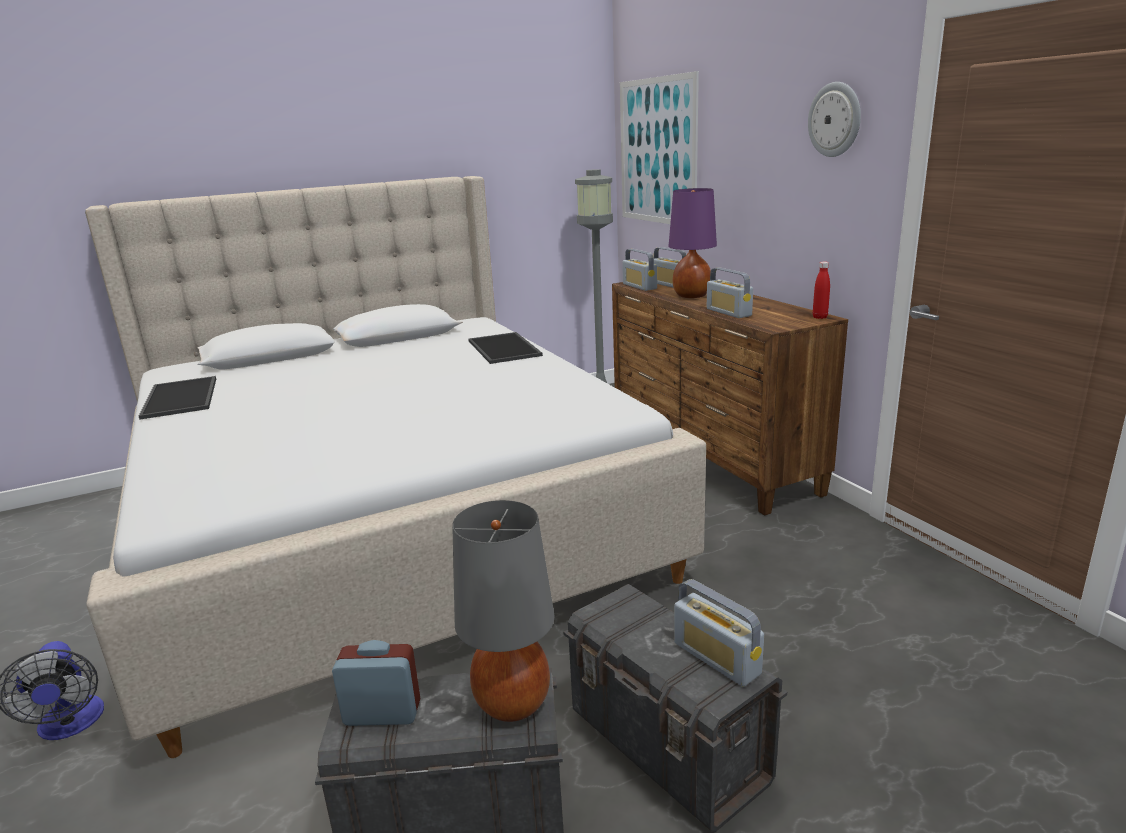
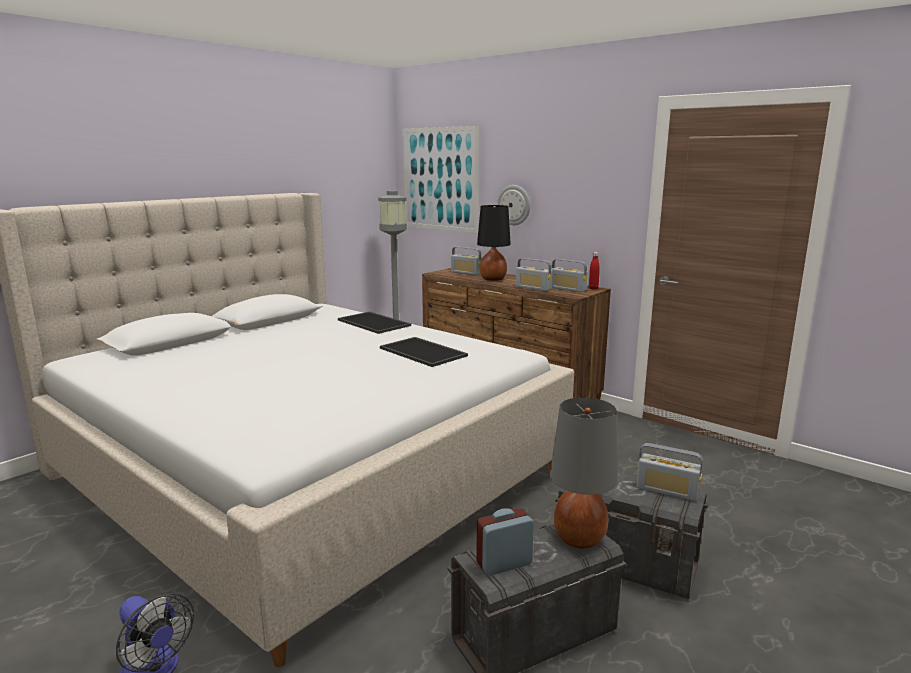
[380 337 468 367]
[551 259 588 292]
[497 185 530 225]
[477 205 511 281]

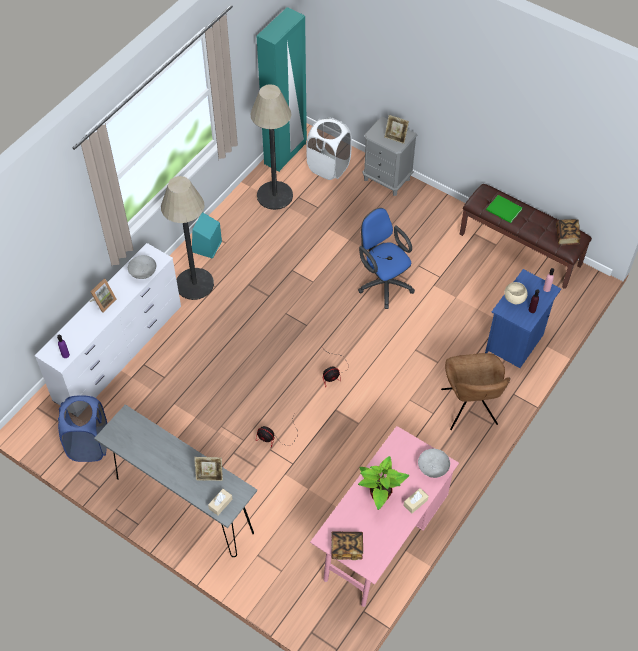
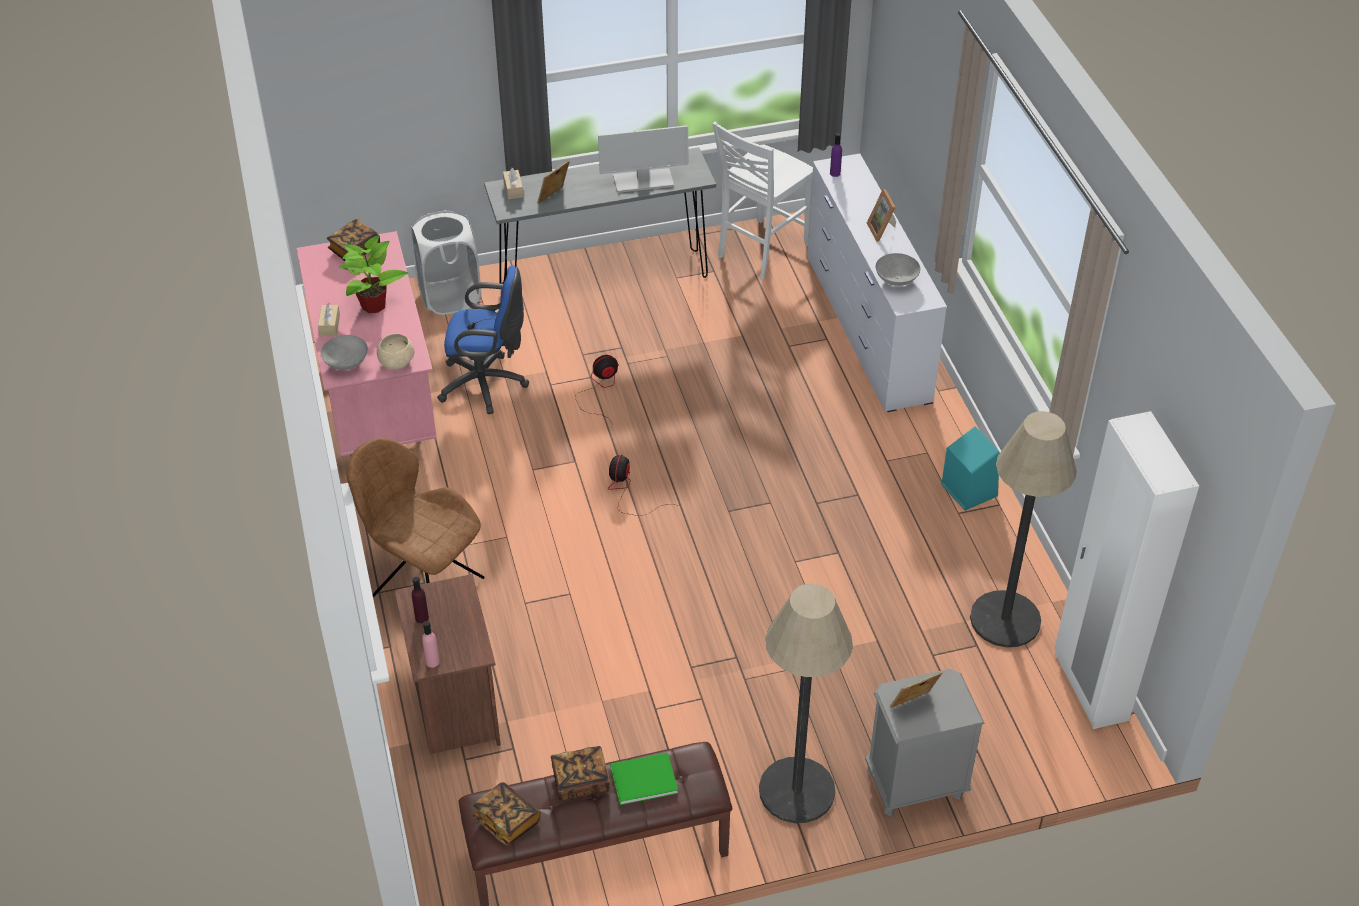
[551 746 610 802]
[598 125 689 193]
[759 584 853 823]
[411 210 481 315]
[437 265 529 414]
[377 334 414 369]
[713 122 813 280]
[1054 411 1199 729]
[394 574 501 754]

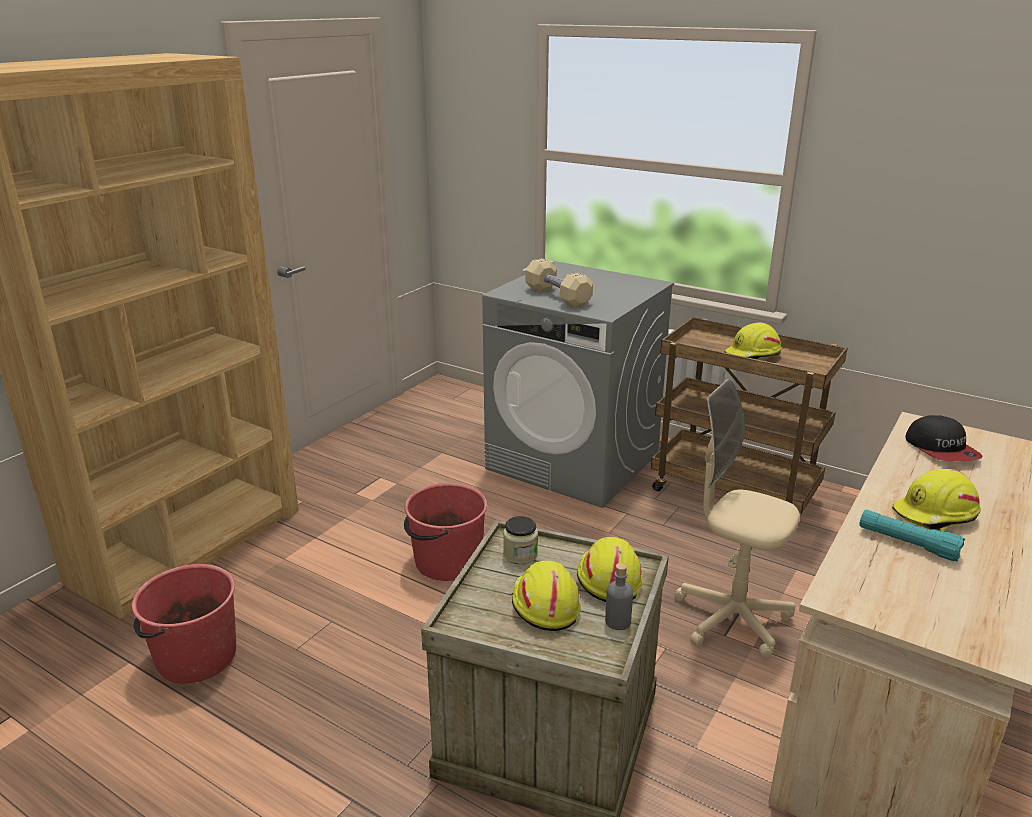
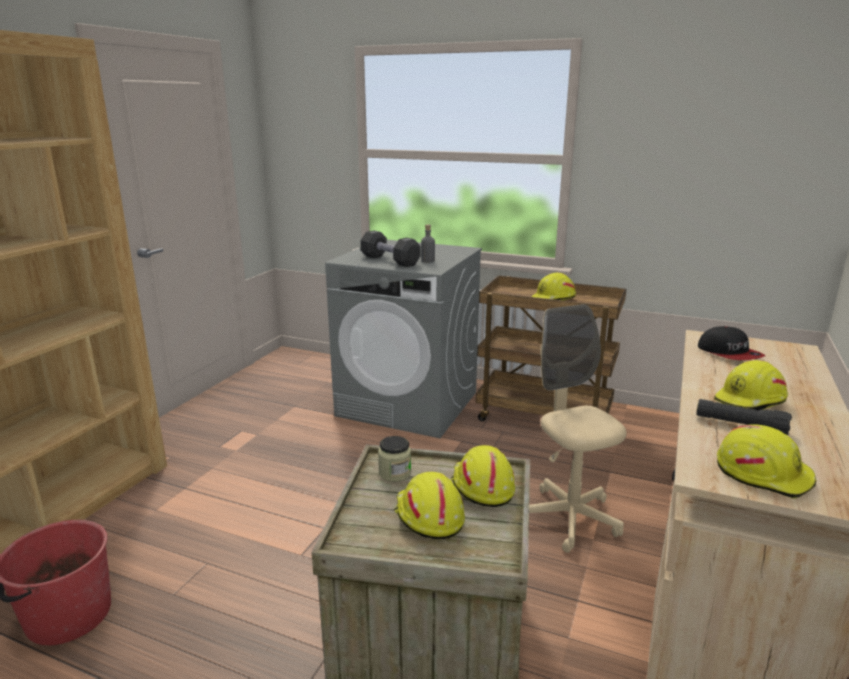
[404 483 487 581] (first image)
[717 424 816 499]
[421 225 435 263]
[360 231 420 267]
[696 399 792 435]
[529 304 626 553]

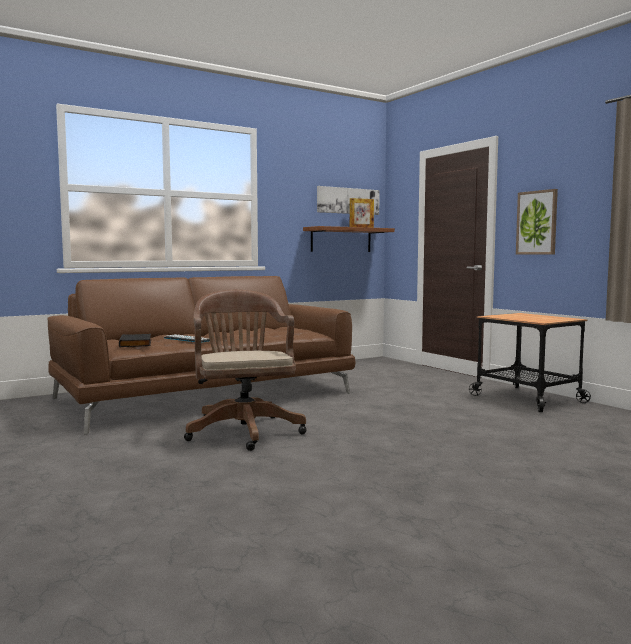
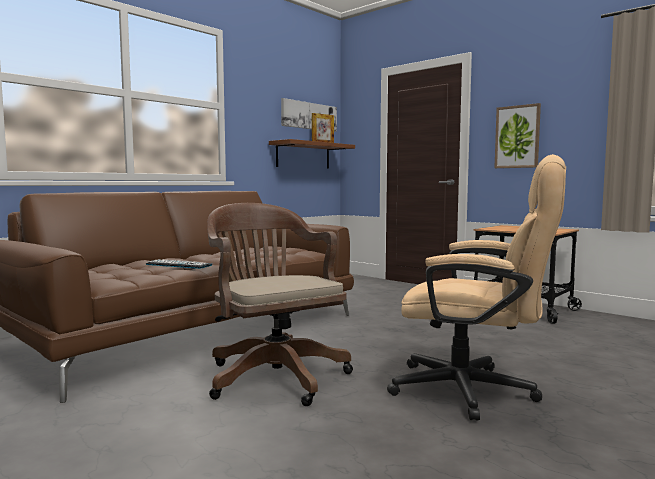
[119 334 151 347] (first image)
[387 154 566 421]

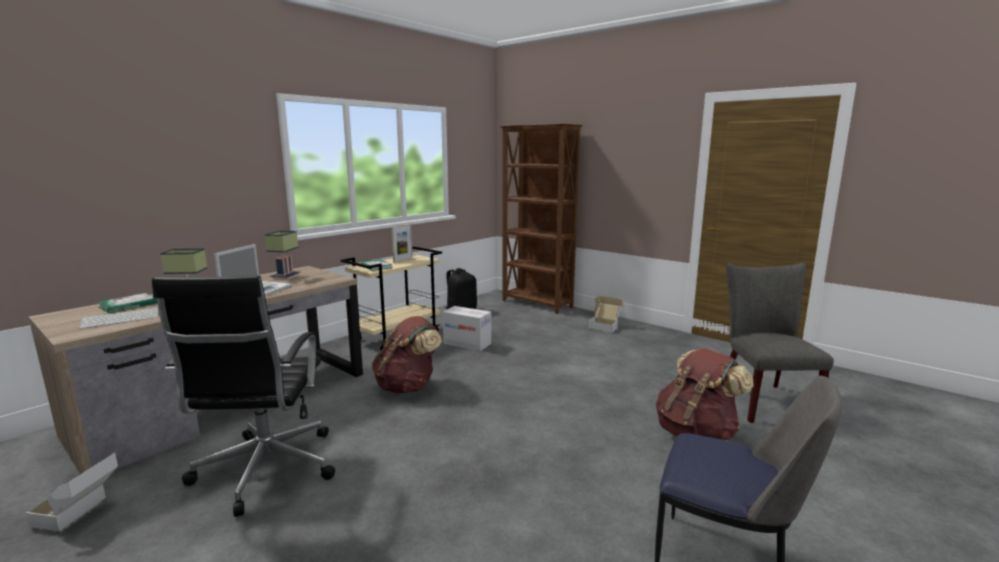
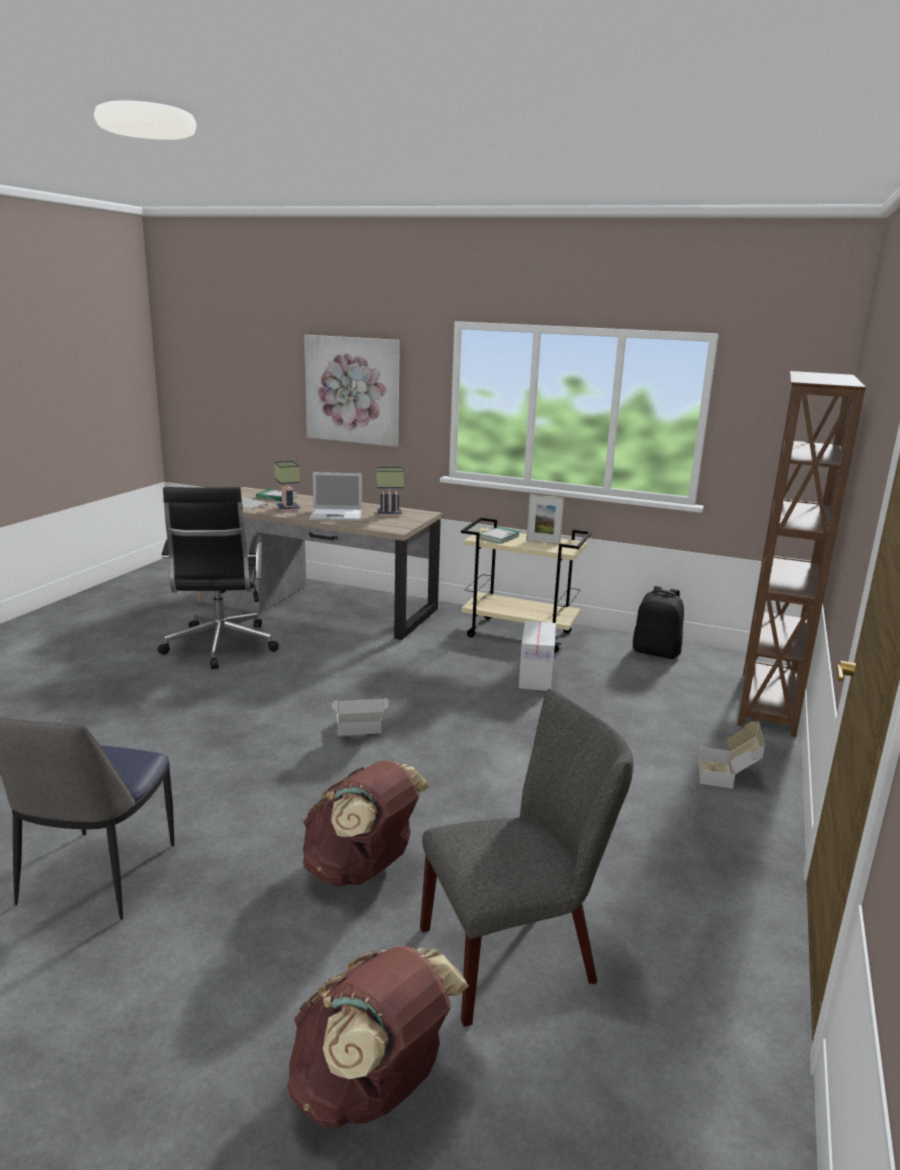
[304 335 400 447]
[331 698 389 736]
[287 946 469 1128]
[158 487 279 669]

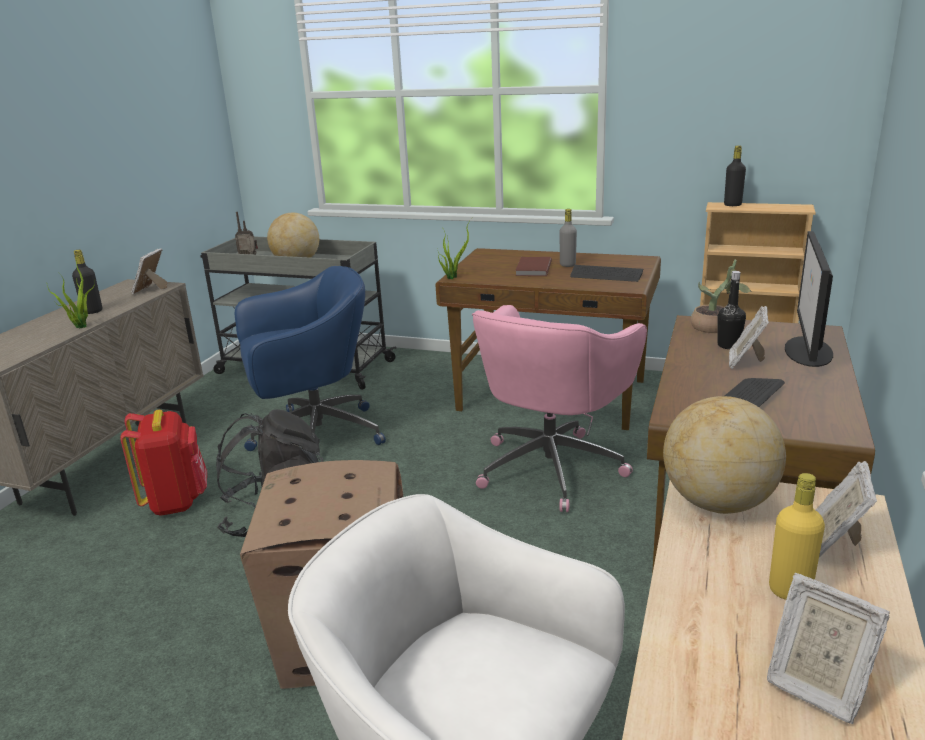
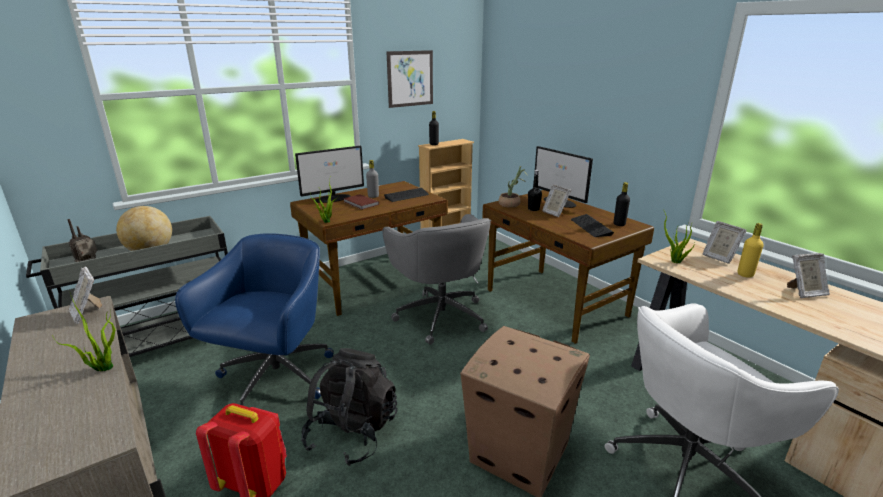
[295 146 364 203]
[386 50 433 108]
[614 182 630 226]
[663 209 696 263]
[382 214 491 345]

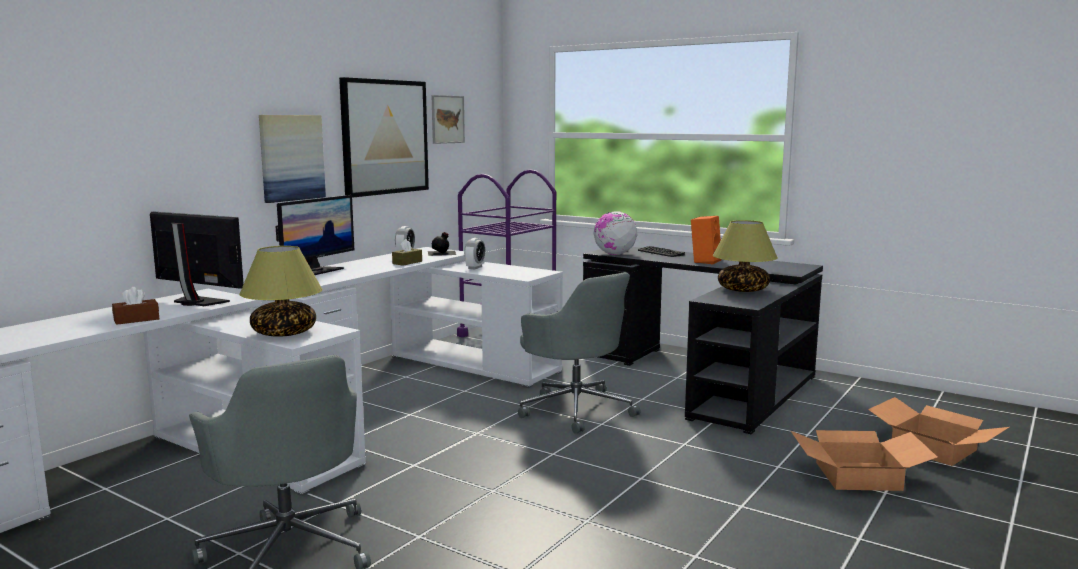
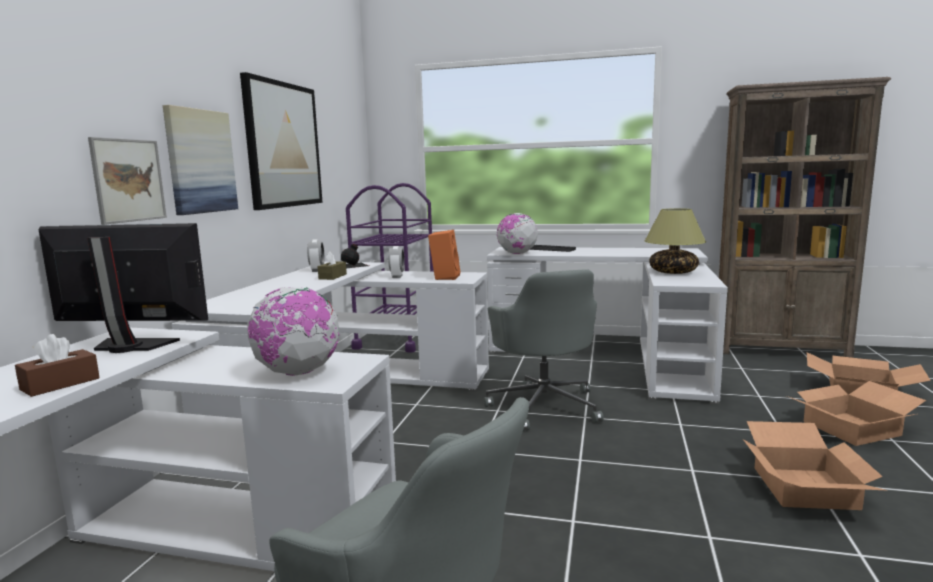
[276 195 354 275] (first image)
[719 77 891 358]
[743 421 885 510]
[88 137 167 225]
[428 230 460 280]
[246 287 339 376]
[487 247 728 404]
[484 269 604 431]

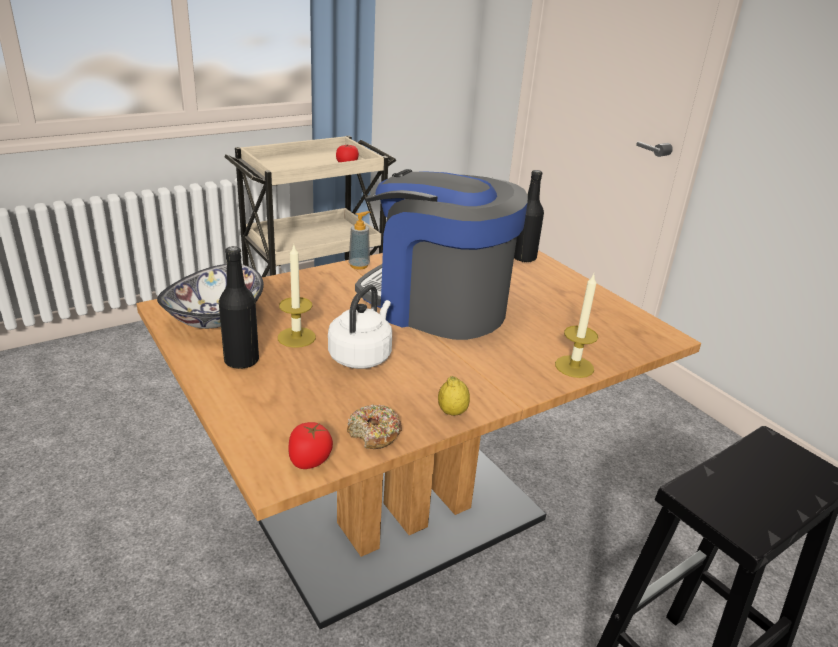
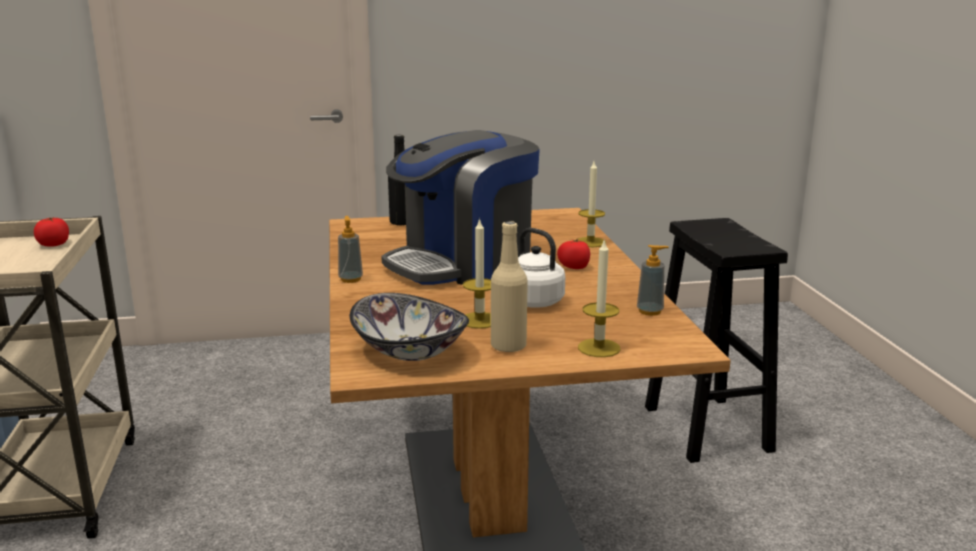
[438 376 470 416] (first image)
[578 238 621 357]
[557 239 590 269]
[637 245 669 316]
[491 221 528 353]

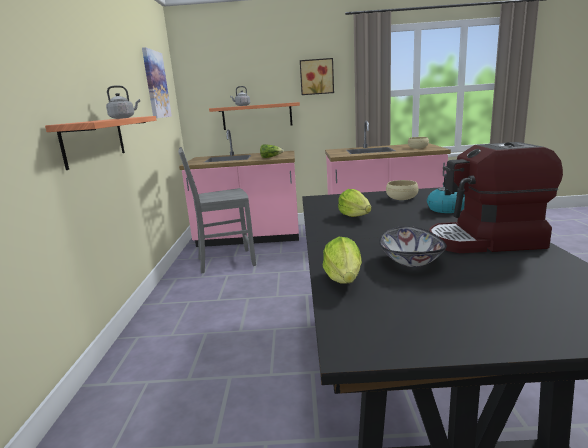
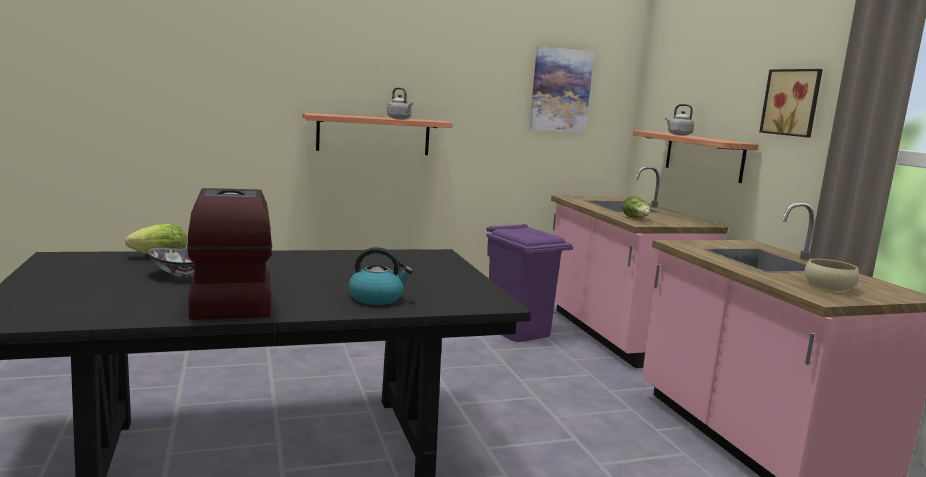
[338 189 371 217] (first image)
[386 180 418 200] (first image)
[486 224 573 342]

